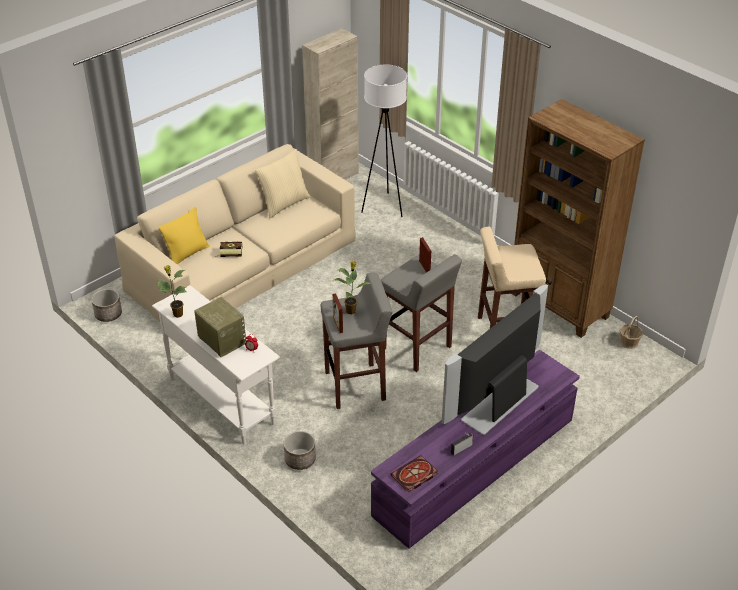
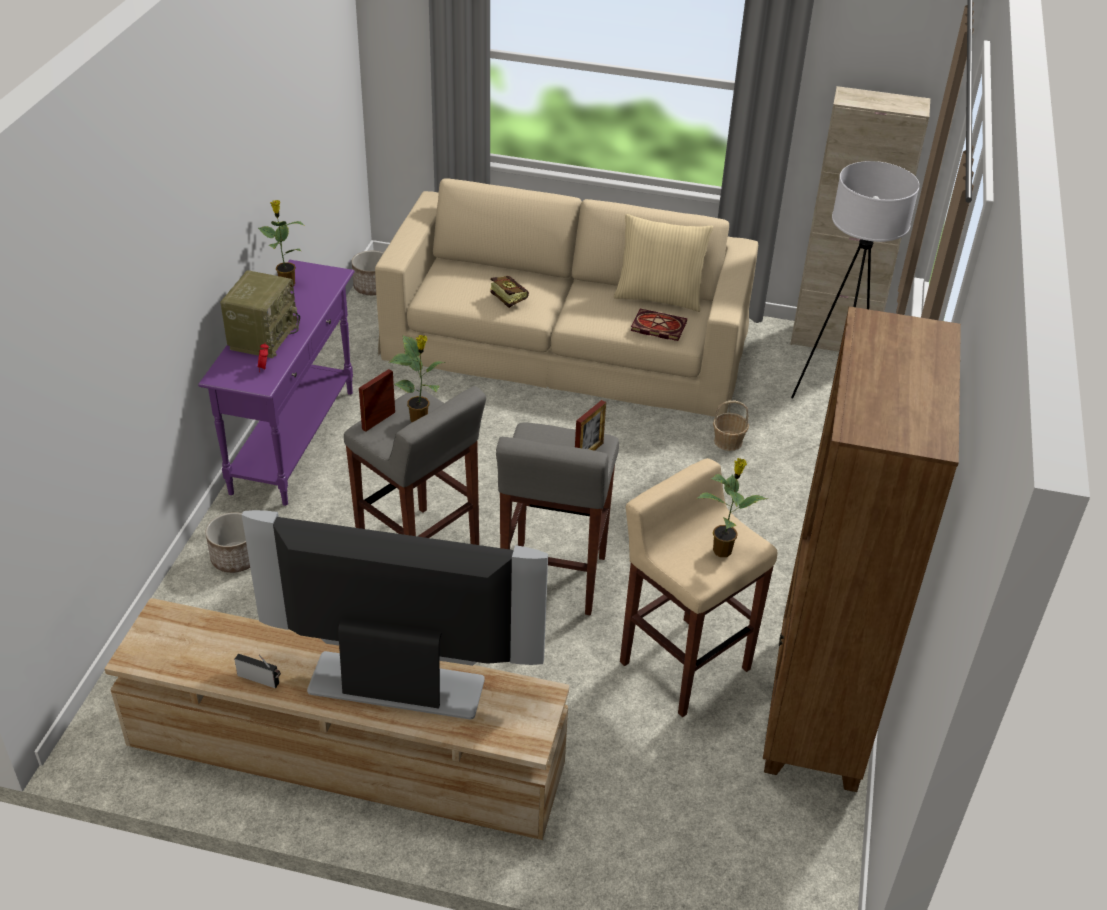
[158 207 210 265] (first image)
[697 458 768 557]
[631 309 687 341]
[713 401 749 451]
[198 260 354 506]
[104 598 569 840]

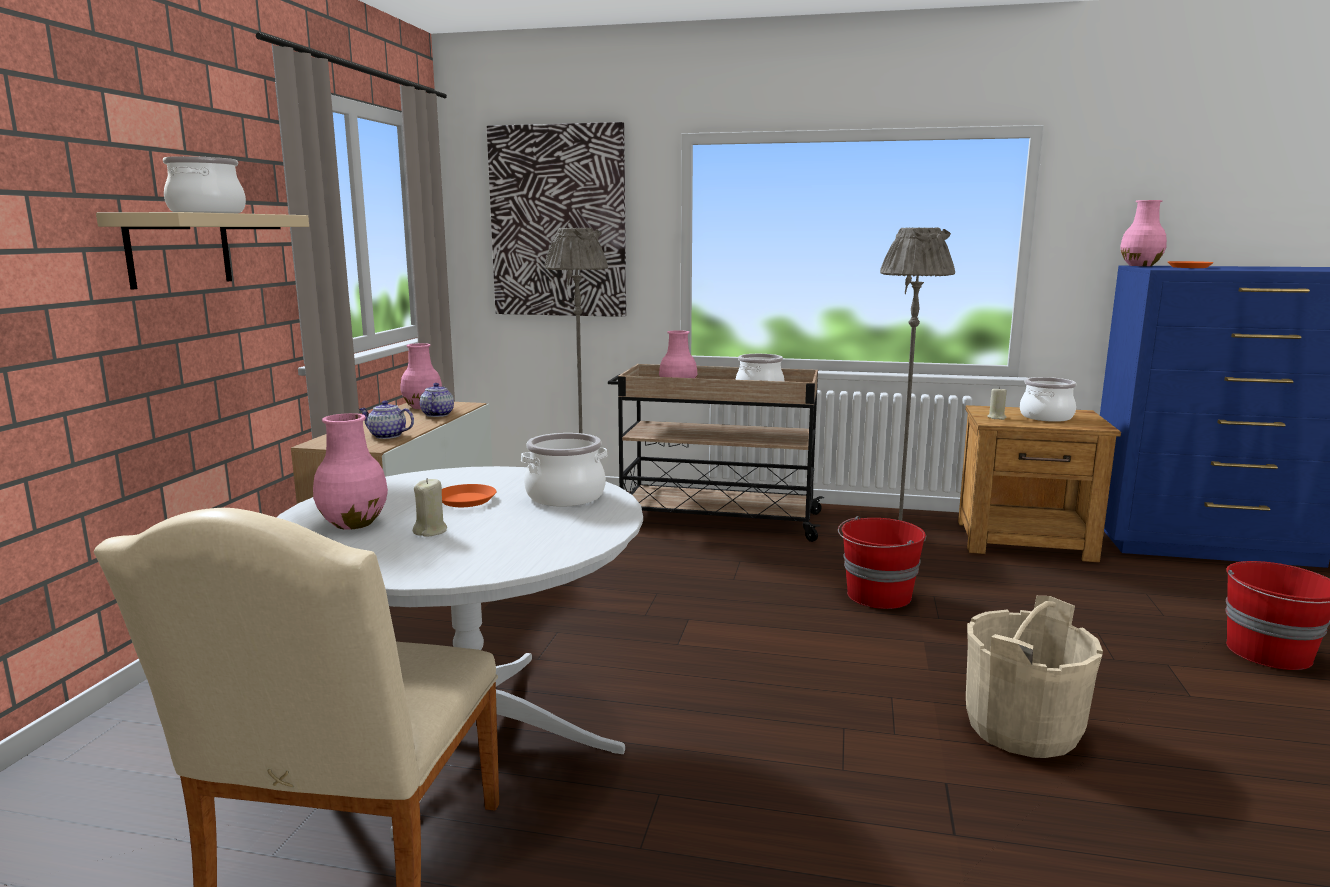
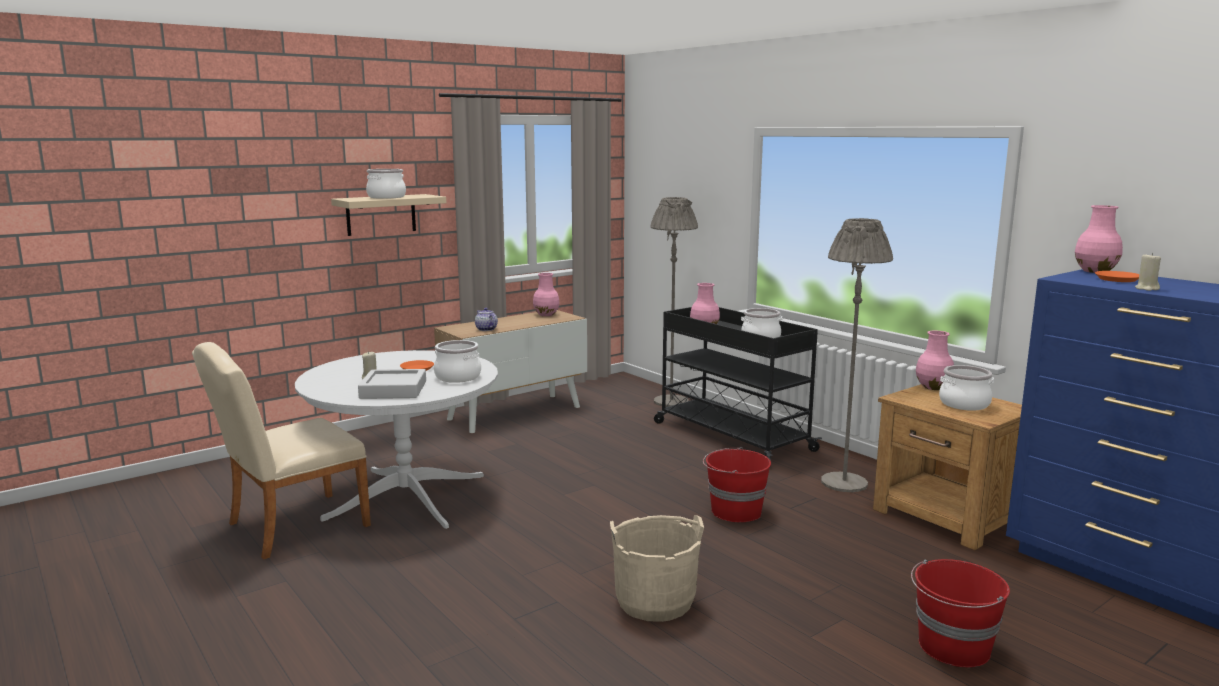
[420 383 454 417] (first image)
[487 122 626 317] (first image)
[358 369 426 399]
[916 331 954 390]
[1135 253 1161 291]
[654 307 822 467]

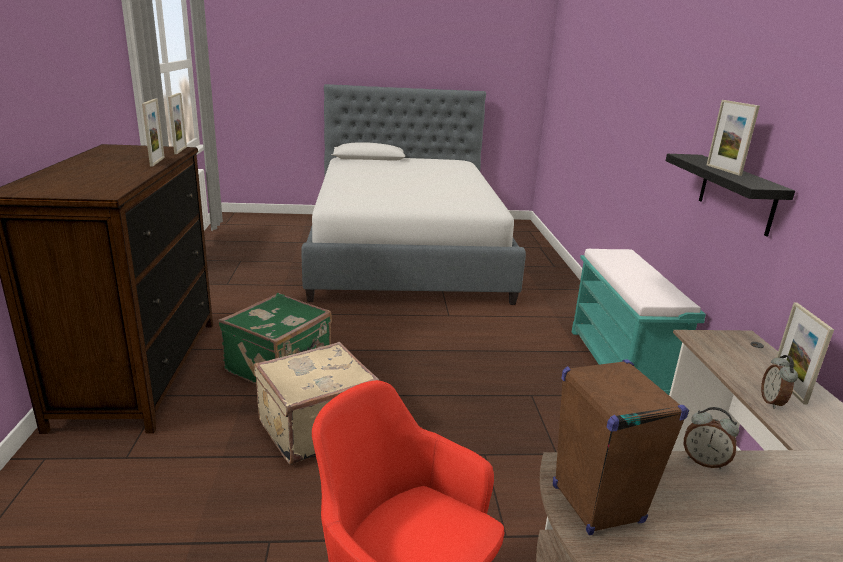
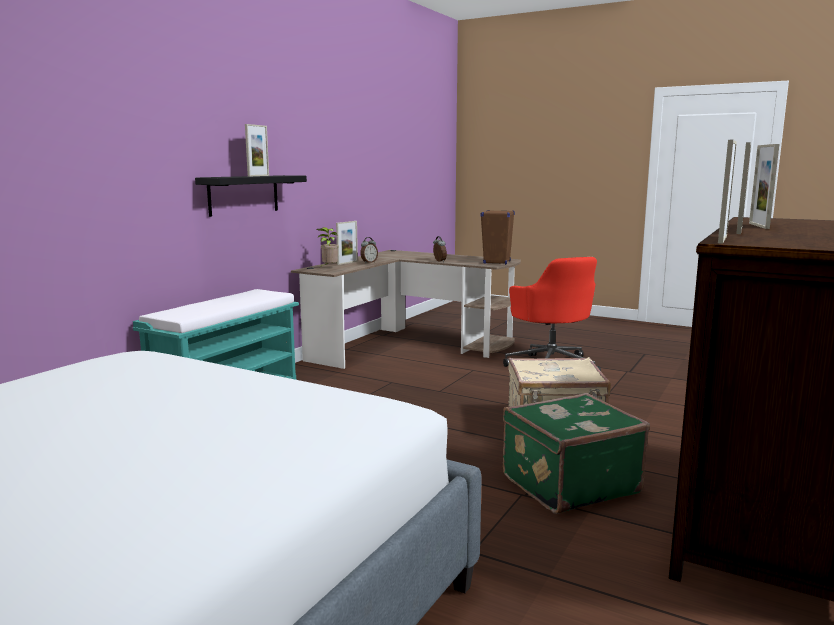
[316 227 338 267]
[749 144 779 229]

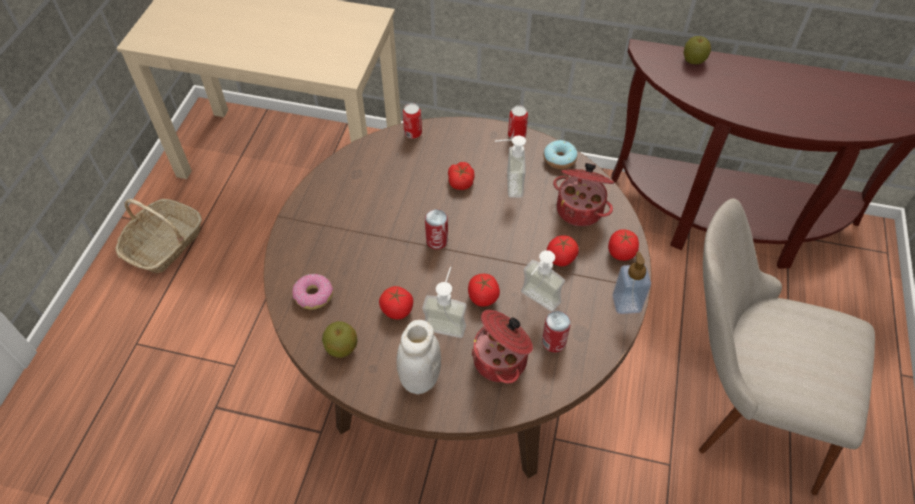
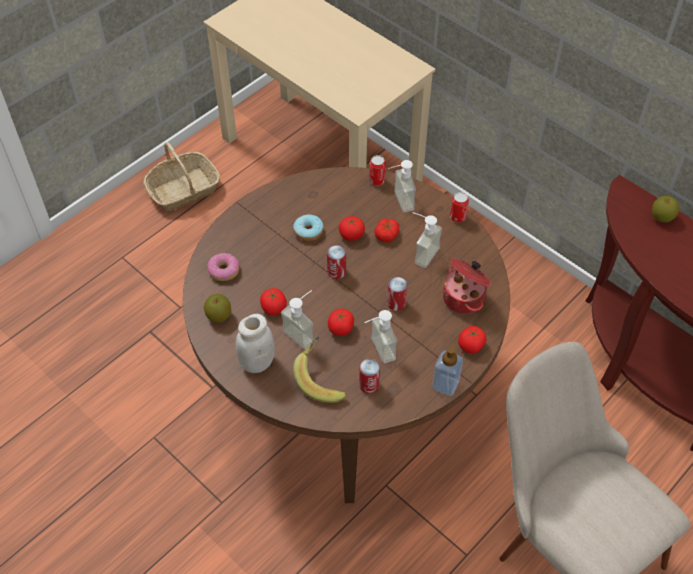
[387 160 416 212]
[387 277 408 311]
[293 215 324 241]
[339 216 365 241]
[293 336 347 403]

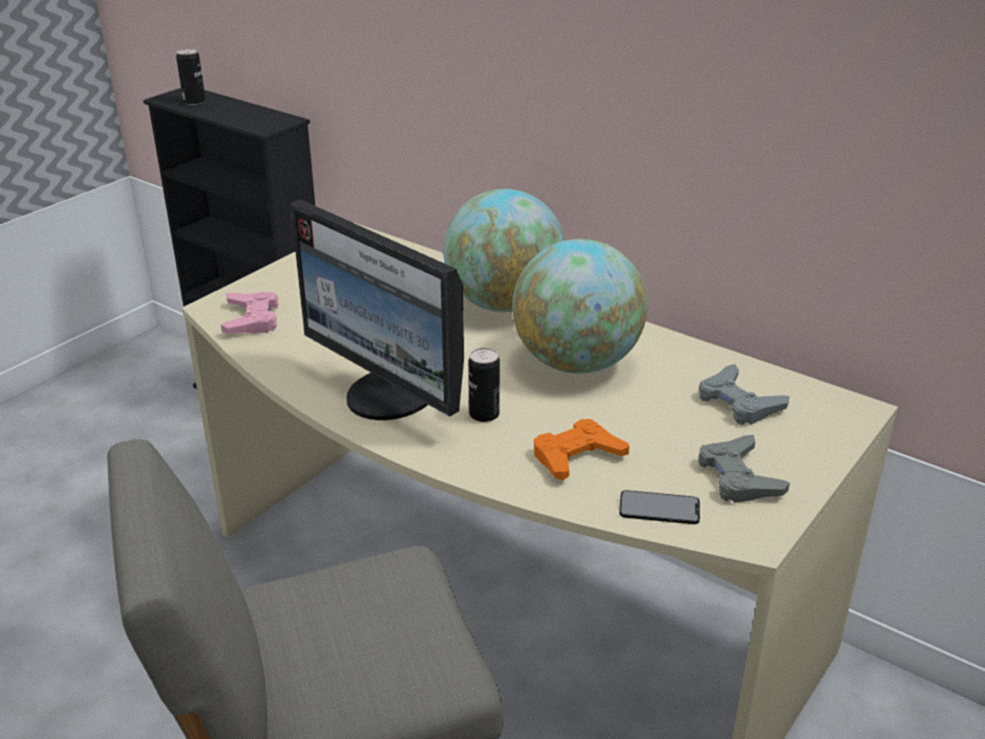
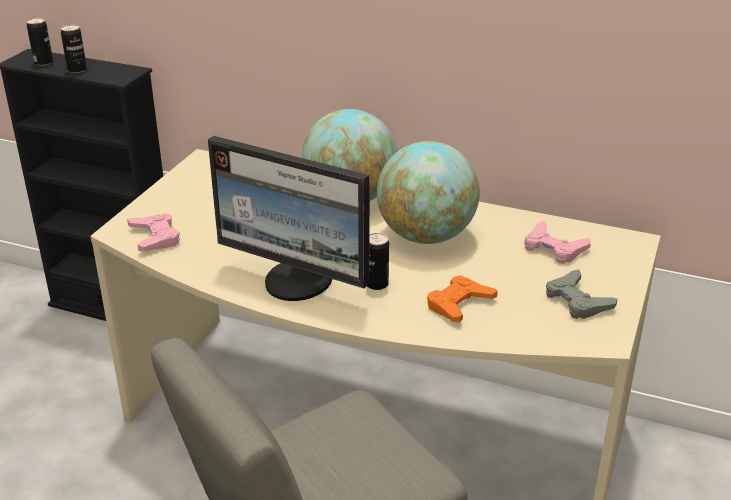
[619 490 700 524] (first image)
[61 24 87 73]
[524 221 591 264]

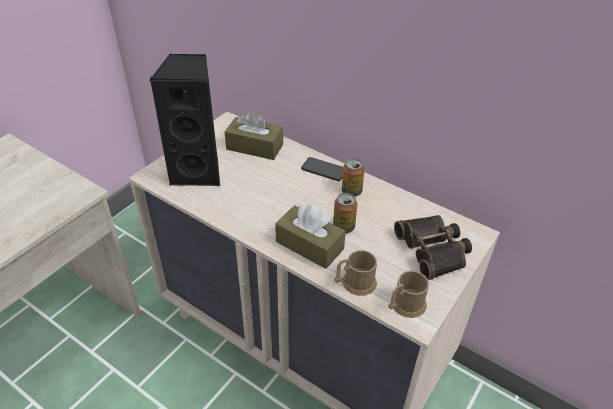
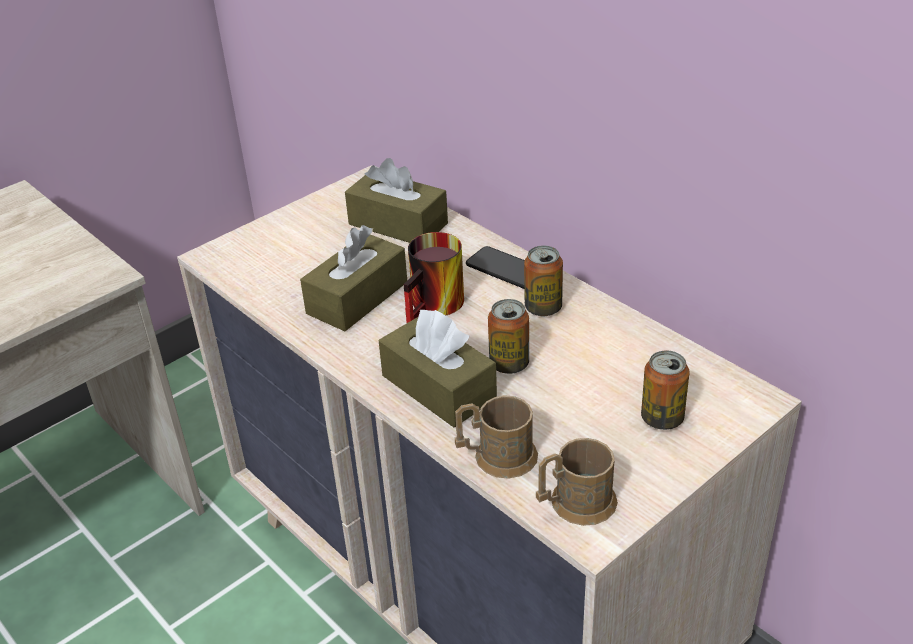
[149 54 220 186] (first image)
[300 225 407 331]
[404 232 464 323]
[641 350 690 430]

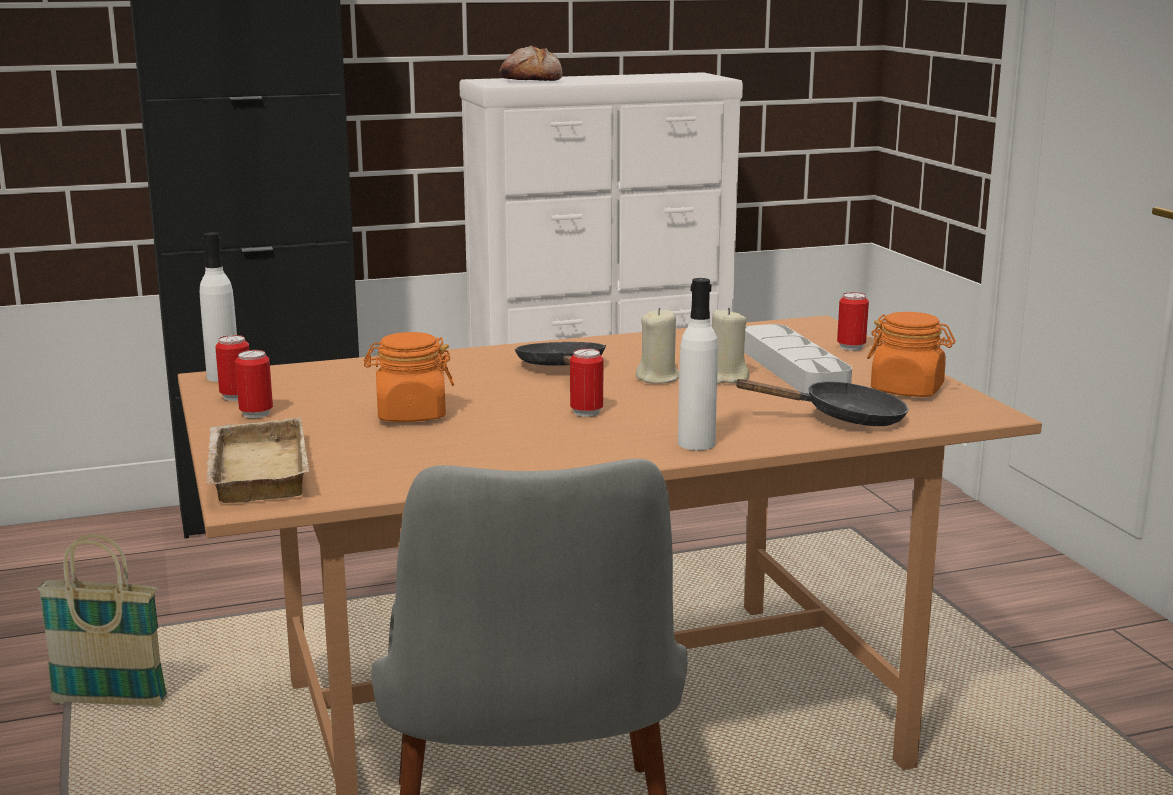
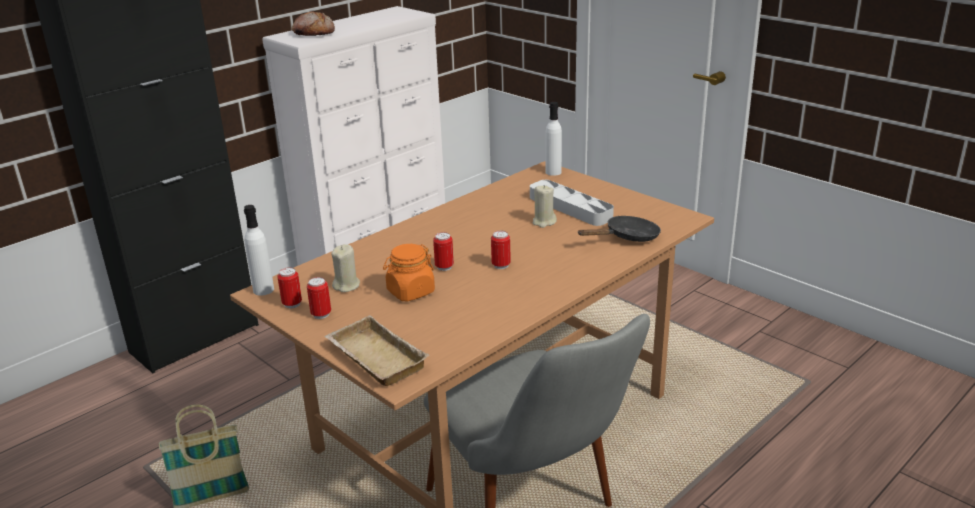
[515 342 606 366] (first image)
[867 312 955 397] (first image)
[331 244 360 292]
[545 102 562 176]
[433 232 454 271]

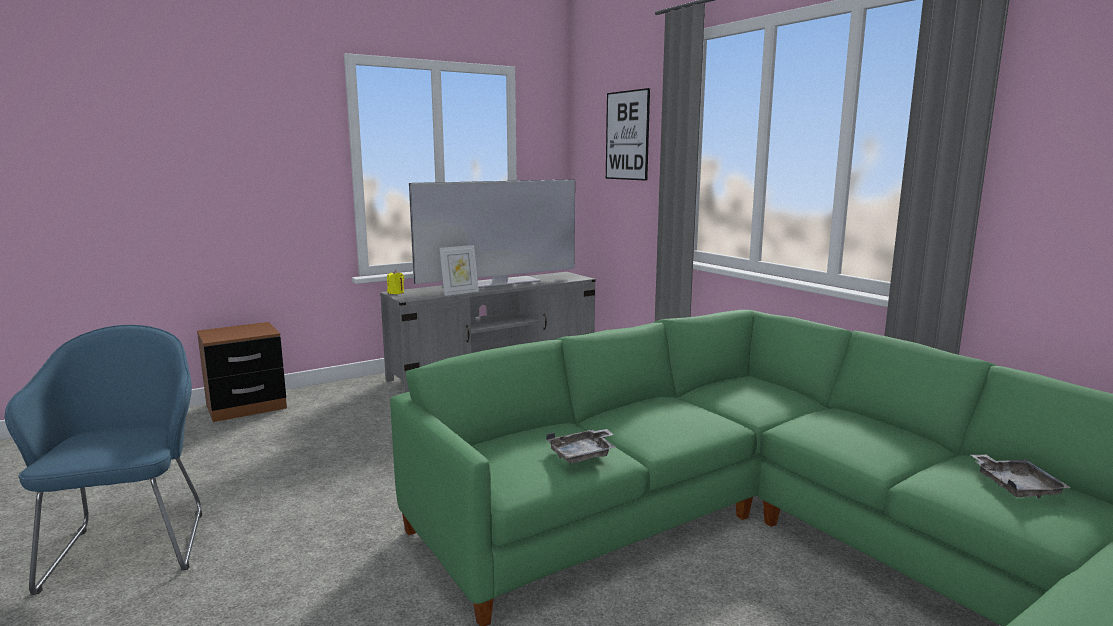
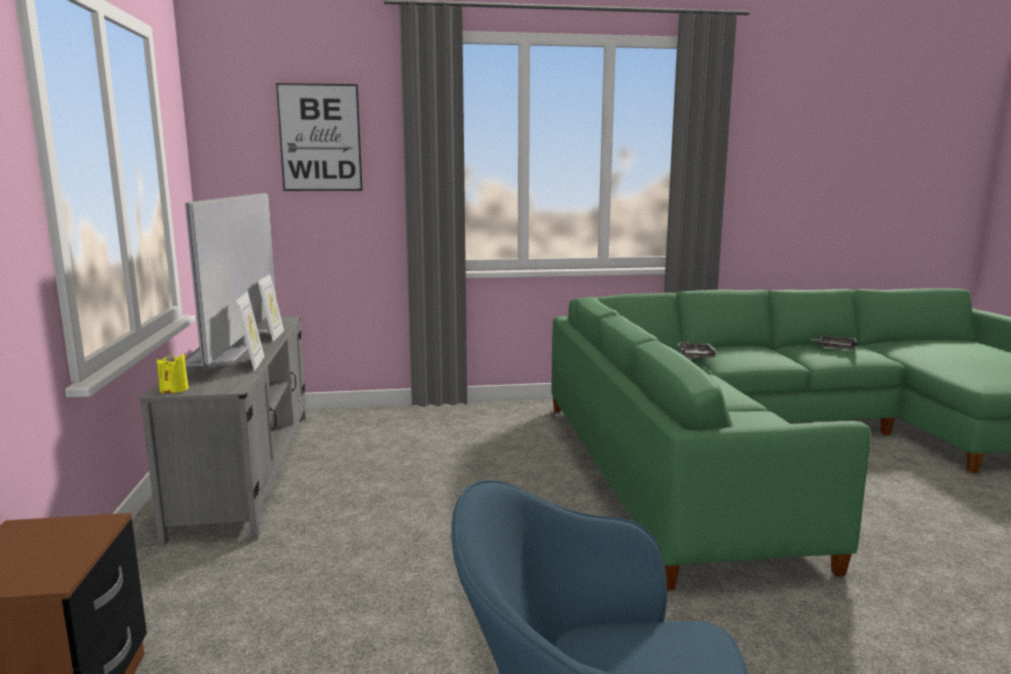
[258 274 284 342]
[677 342 718 359]

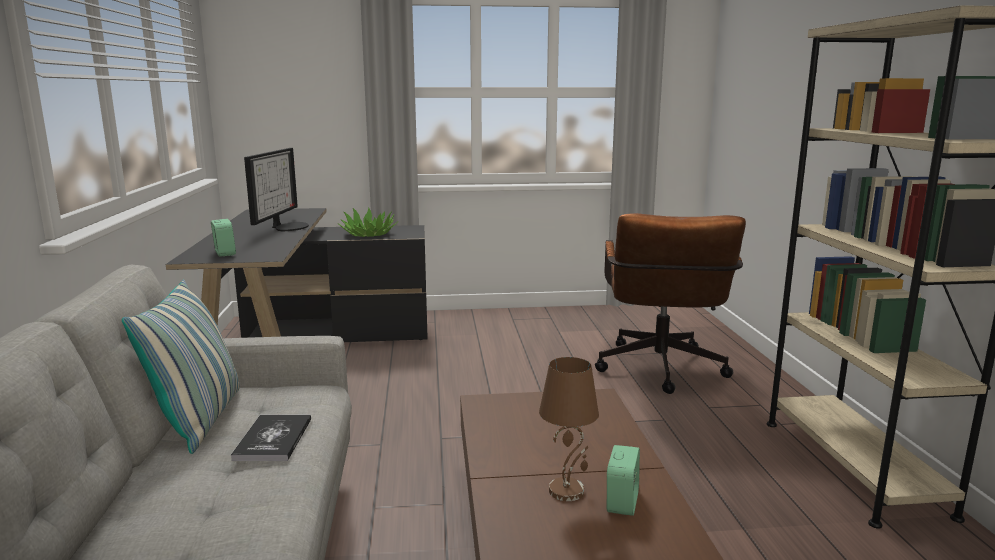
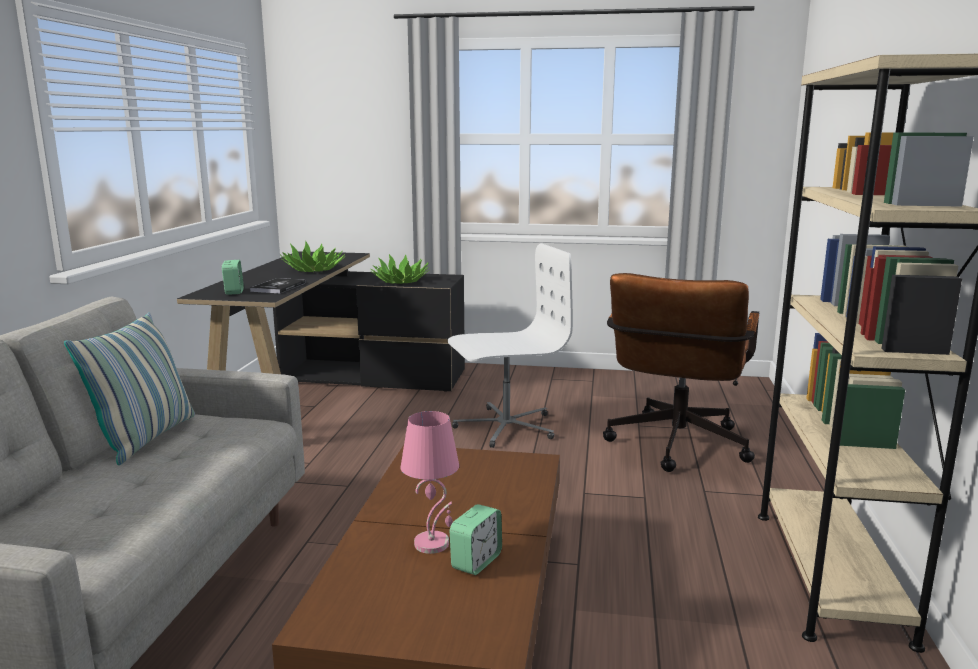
[448 243 573 448]
[250 278 305 293]
[280 241 346 272]
[401 411 459 554]

